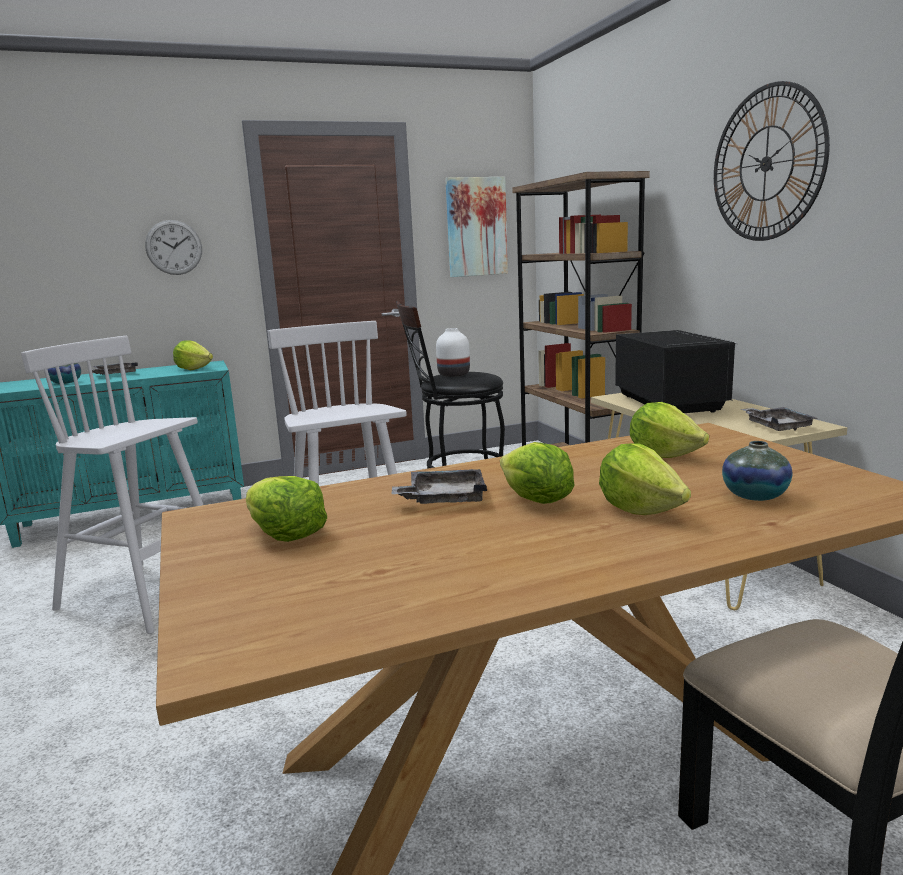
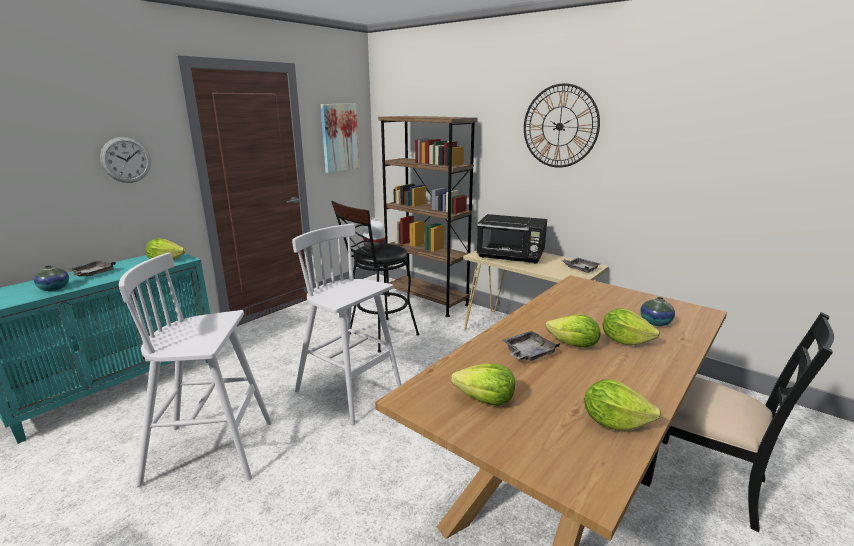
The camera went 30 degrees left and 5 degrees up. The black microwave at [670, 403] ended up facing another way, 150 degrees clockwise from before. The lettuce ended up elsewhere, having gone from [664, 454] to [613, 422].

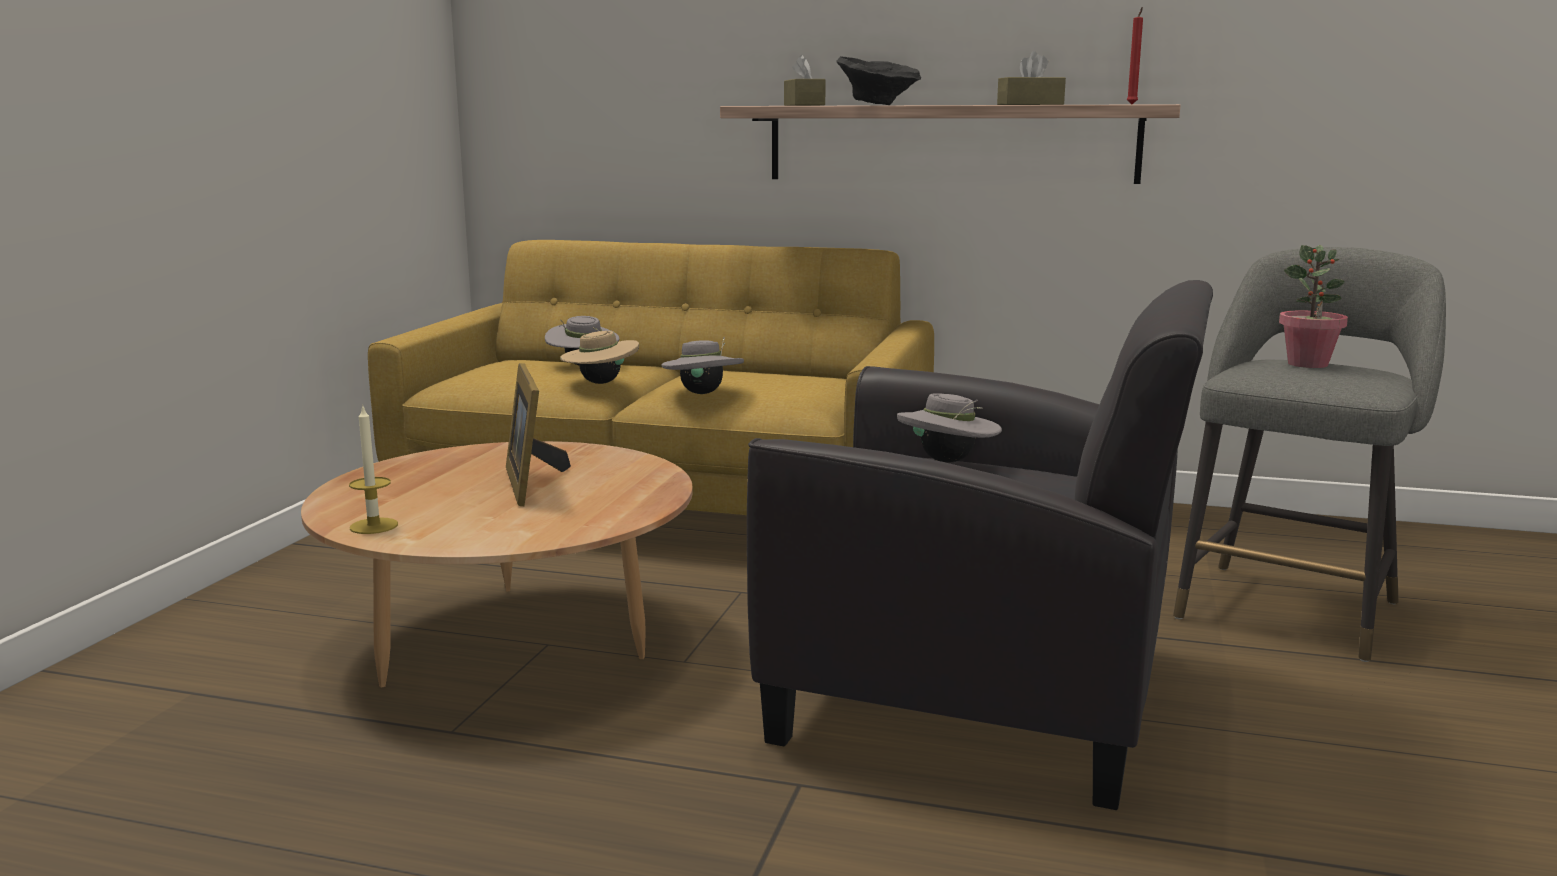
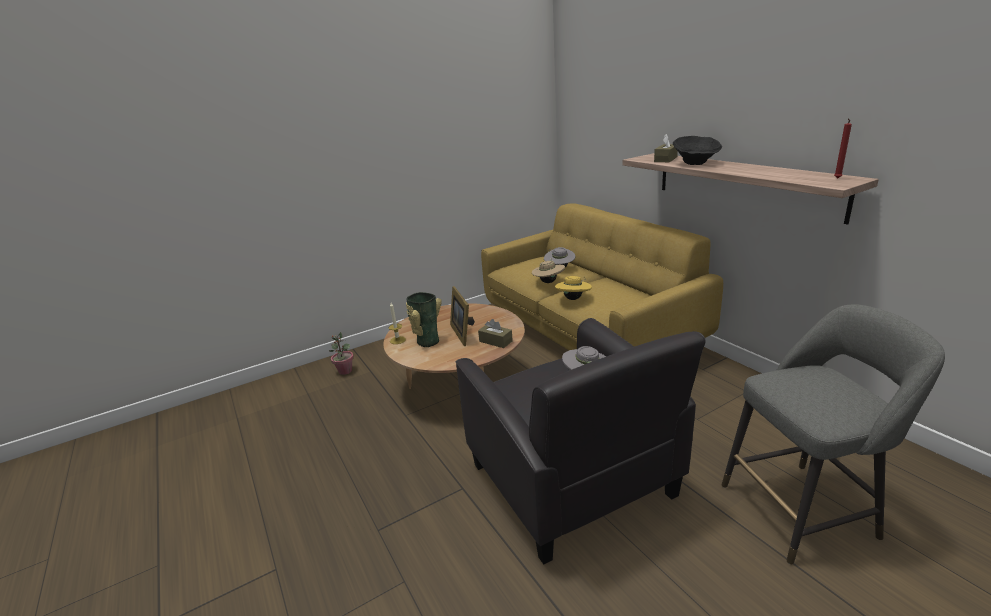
The camera went 45 degrees right and 10 degrees up. The picture frame at [532, 483] ended up facing another way, 45 degrees counterclockwise from before. What was the grey hat at [703, 393] turned into the yellow hat at [573, 299]. The brown tissue box ended up elsewhere, having gone from [1030, 104] to [495, 341]. The potted plant ended up elsewhere, having gone from [1307, 364] to [345, 371]. The second view gained the vase at [426, 341].

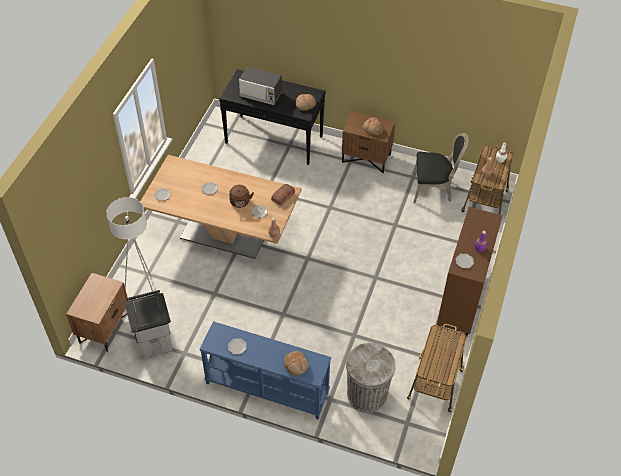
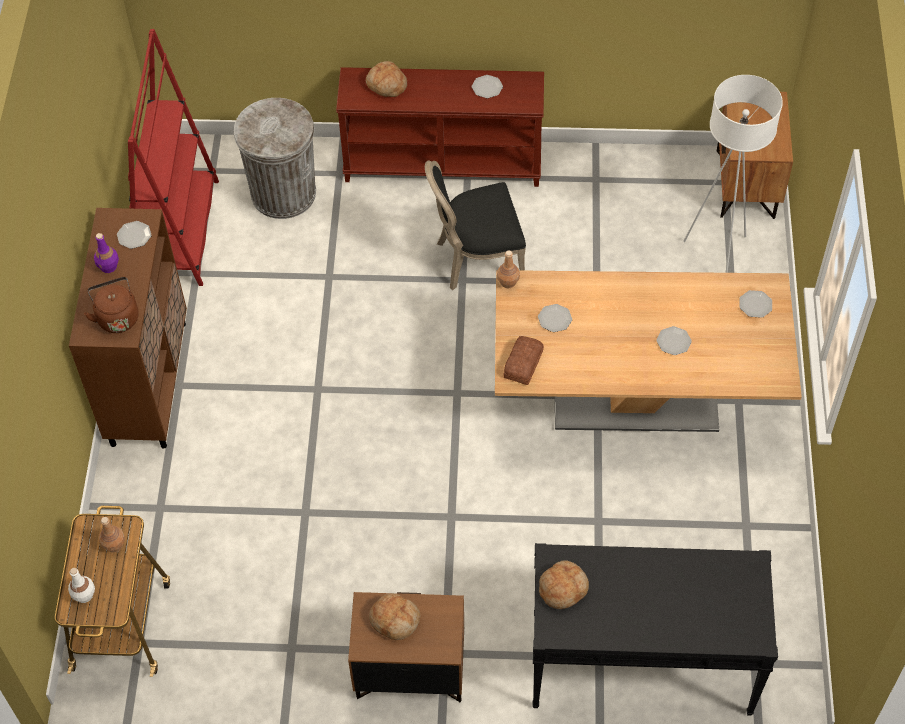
The camera went 165 degrees right and 5 degrees up. The second view lost the grey trash can at [155, 342]. What was the blue console table at [266, 388] turned into the brown console table at [443, 163]. The brown kettle ended up elsewhere, having gone from [240, 203] to [117, 317]. The second view lost the microwave at [261, 94]. Where the cart stood at [434, 385], the red bookcase came to stand at [177, 232]. The black chair ended up elsewhere, having gone from [433, 189] to [476, 259].

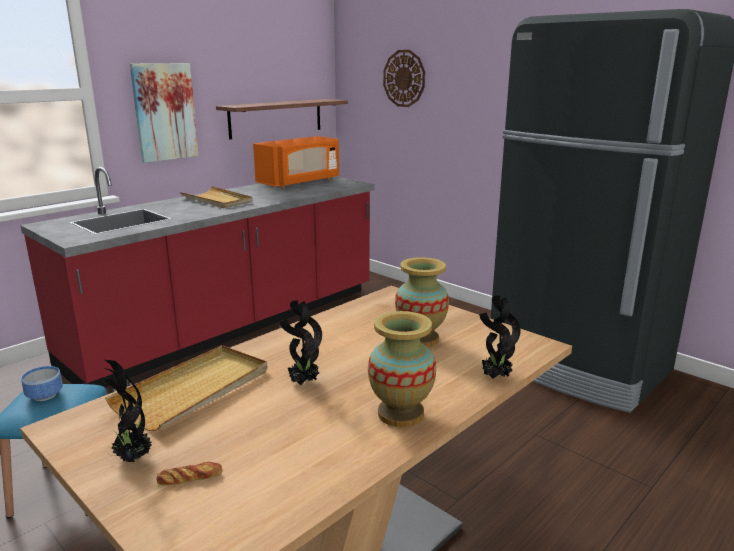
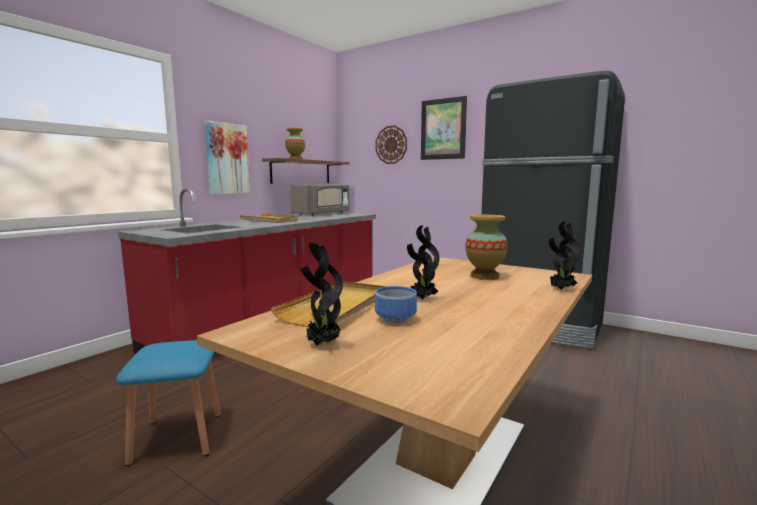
The camera went 10 degrees left and 10 degrees down. The bowl ended up elsewhere, having gone from [46, 395] to [397, 319]. The second view lost the bread at [190, 478]. What was the orange microwave at [300, 182] turned into the grey microwave at [322, 214]. The vase ended up elsewhere, having gone from [401, 414] to [295, 159]. The second view gained the picture at [443, 129].

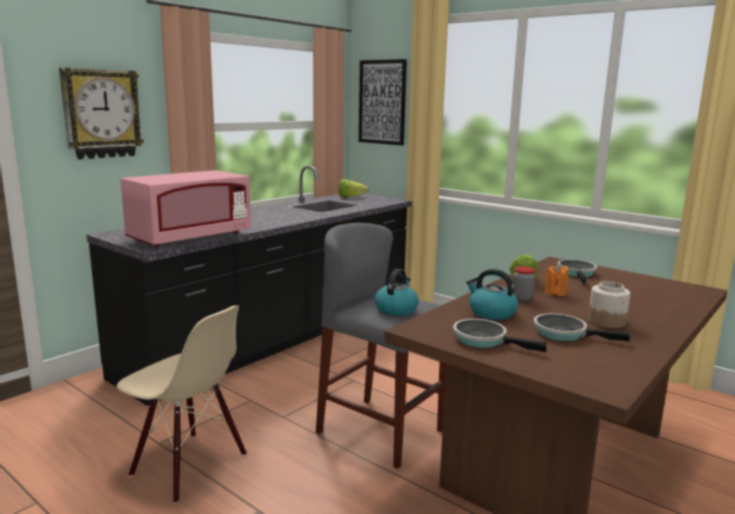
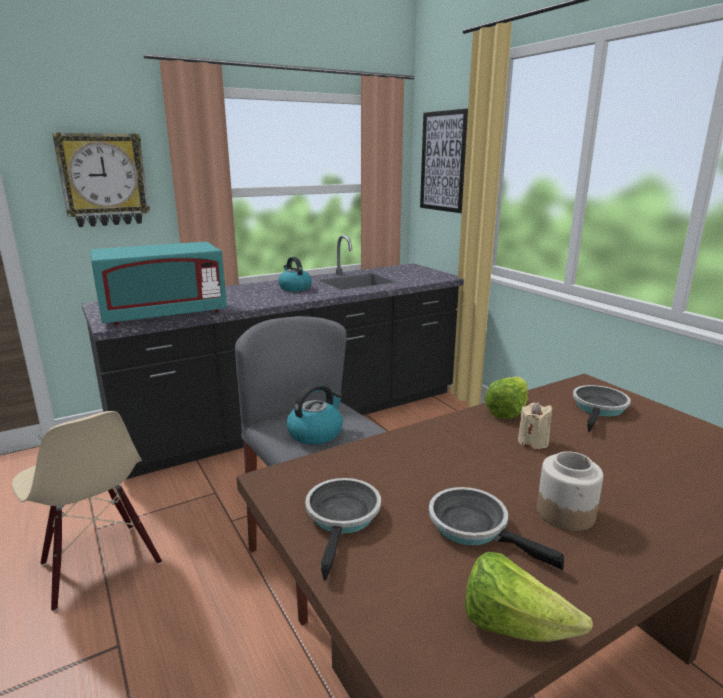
The camera went 20 degrees right and 5 degrees up. What was the pink microwave at [190, 237] turned into the turquoise microwave at [164, 314]. The lettuce ended up elsewhere, having gone from [350, 197] to [513, 626]. The frying pan at [484, 340] ended up facing another way, 45 degrees clockwise from before. The kettle ended up elsewhere, having gone from [491, 313] to [294, 288]. The second view lost the jar at [521, 298]. What was the orange candle at [555, 293] turned into the beige candle at [533, 442].

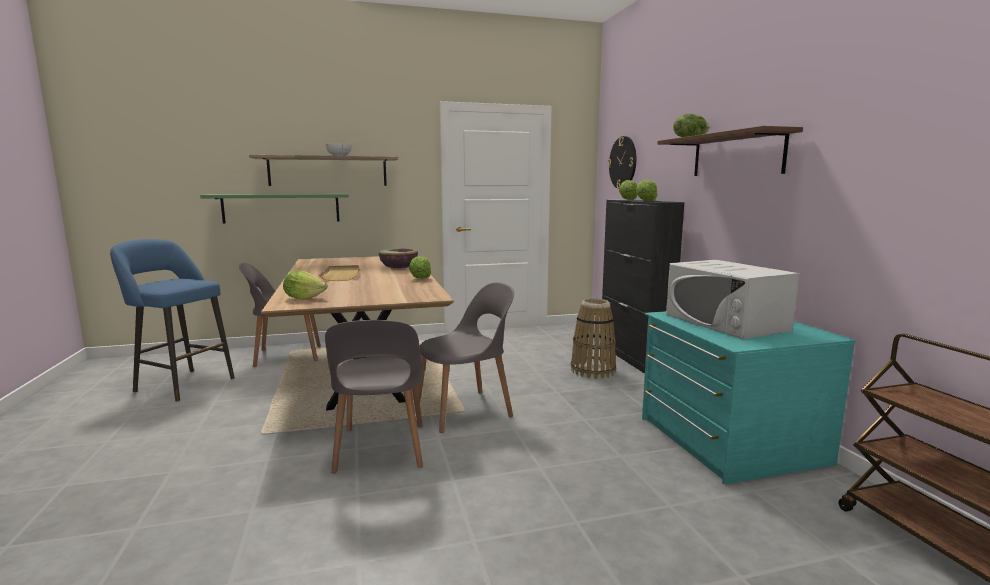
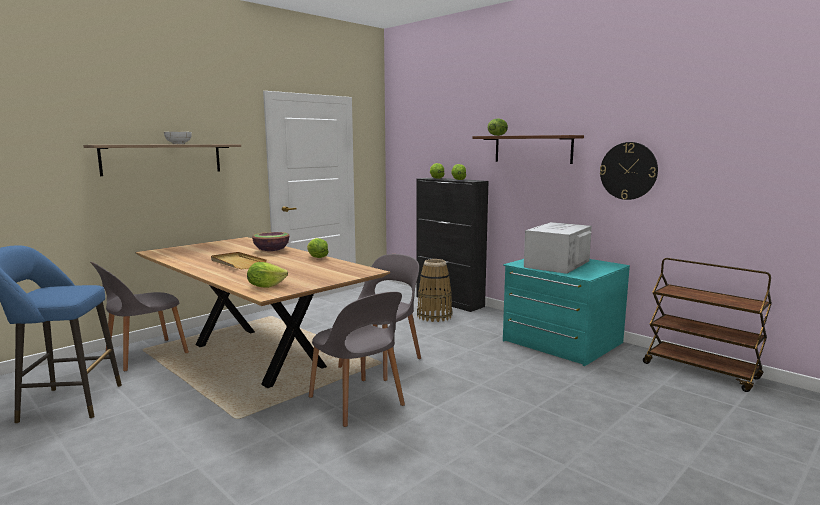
The camera went 30 degrees left and 0 degrees up. The second view lost the green shelf at [281, 208]. The wall clock ended up elsewhere, having gone from [623, 162] to [628, 171]. The white microwave at [725, 322] ended up facing another way, 90 degrees clockwise from before.

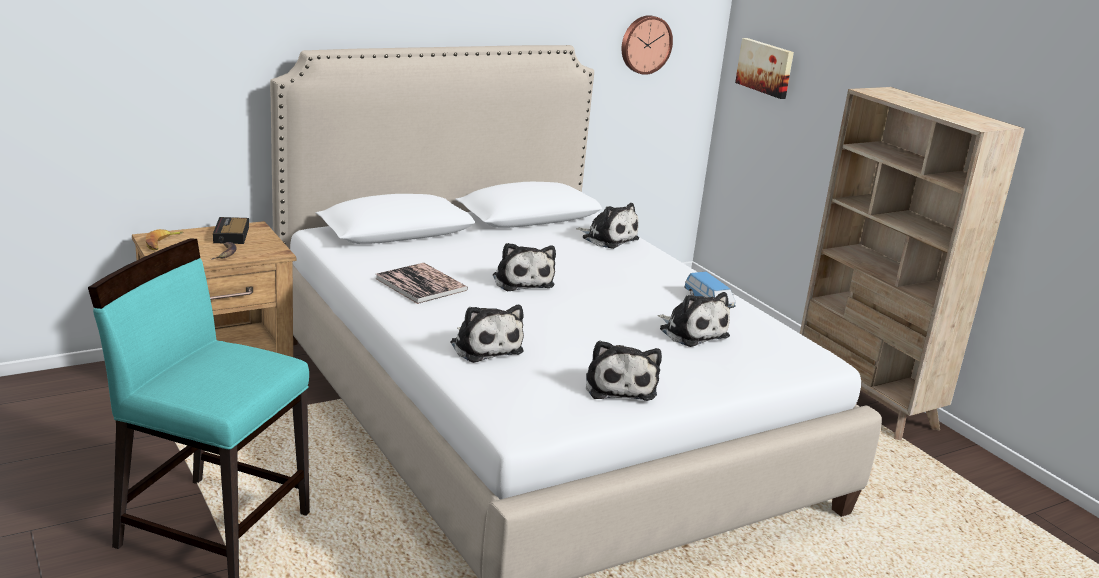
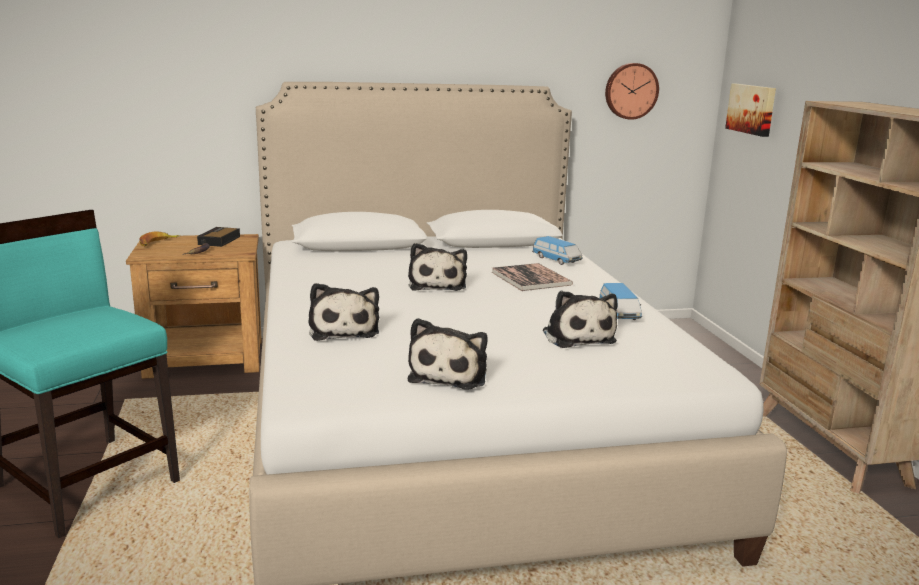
The camera went 20 degrees right and 5 degrees down. The book ended up elsewhere, having gone from [421, 284] to [531, 278]. Where the plush toy stood at [607, 238], the toy car came to stand at [556, 260].

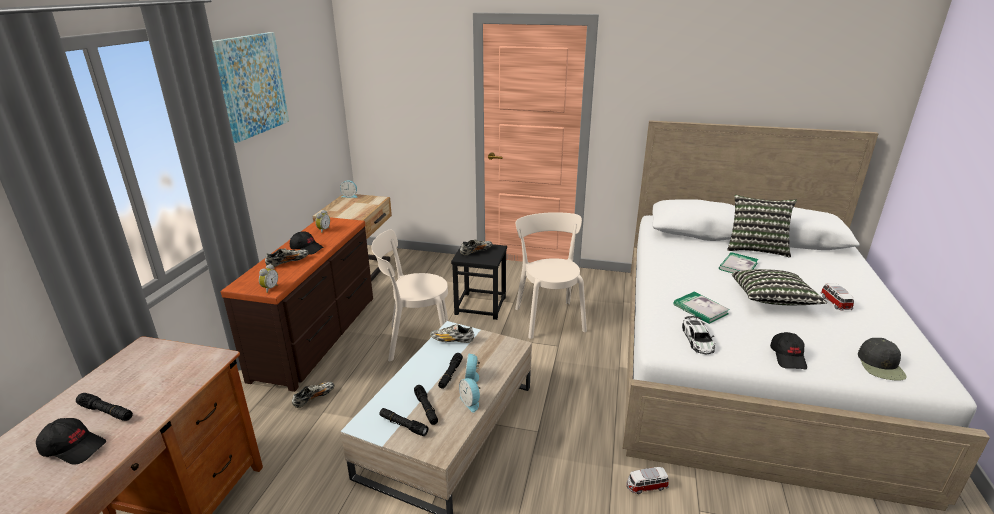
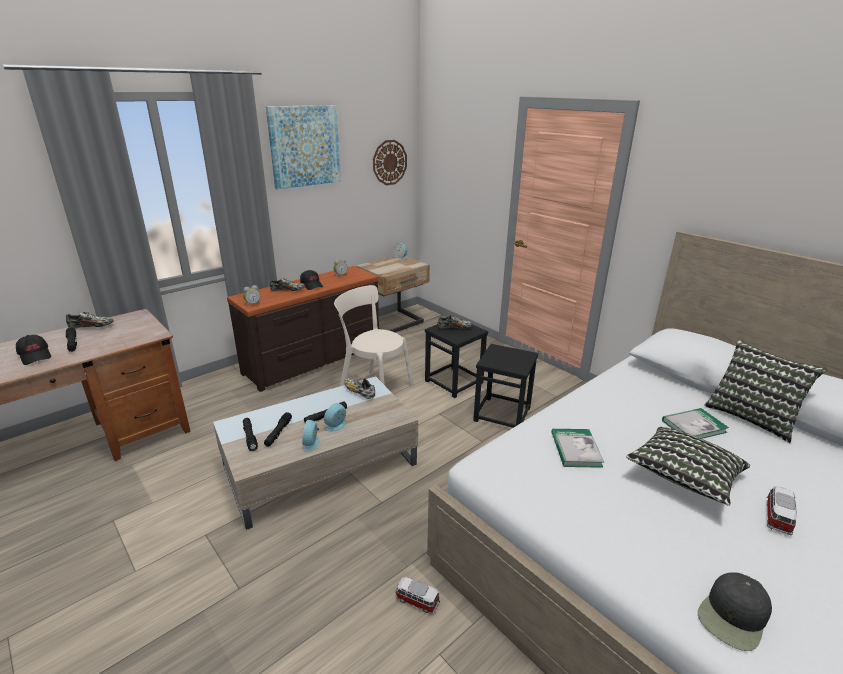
The camera went 35 degrees right and 0 degrees up. The shoe ended up elsewhere, having gone from [314, 398] to [92, 327]. Where the beige chair stood at [549, 317], the black stool came to stand at [502, 414]. The second view lost the toy car at [698, 339]. The second view lost the black cap at [788, 357]. The second view gained the wall clock at [389, 162].

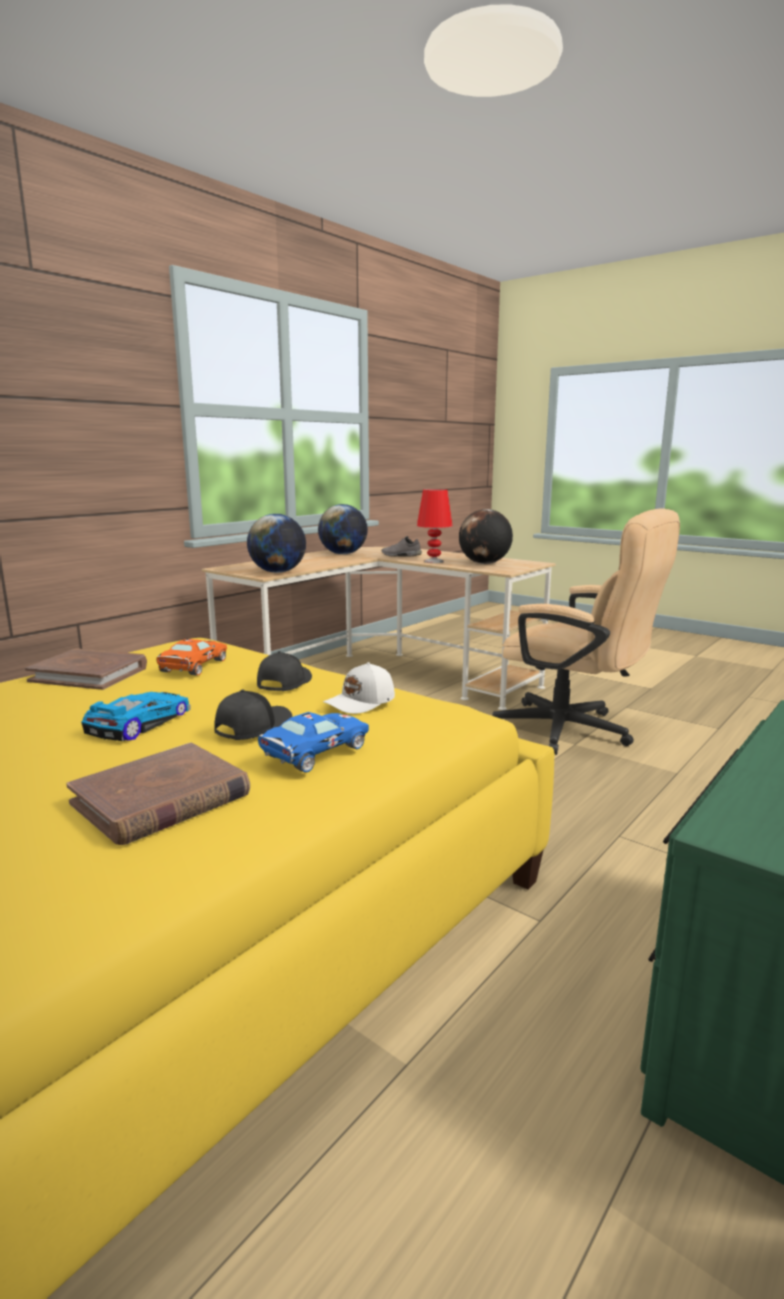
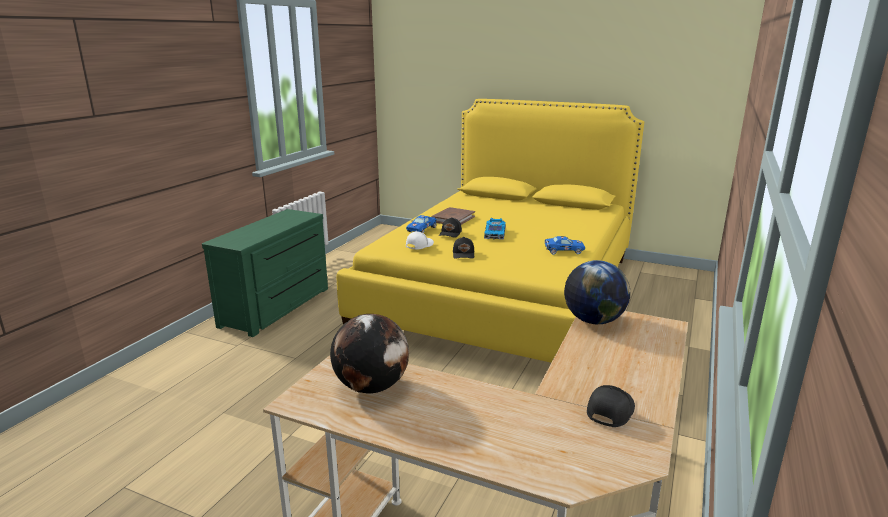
The camera went 165 degrees right and 5 degrees up. Where the brown book stood at [90, 674], the blue toy car came to stand at [562, 251]. The second view lost the orange toy car at [193, 667]. Where the globe stood at [343, 554], the black cap came to stand at [609, 410]. The second view lost the grey shoe at [400, 556]. The second view lost the red table lamp at [433, 561]. The second view lost the beige office chair at [573, 732].

